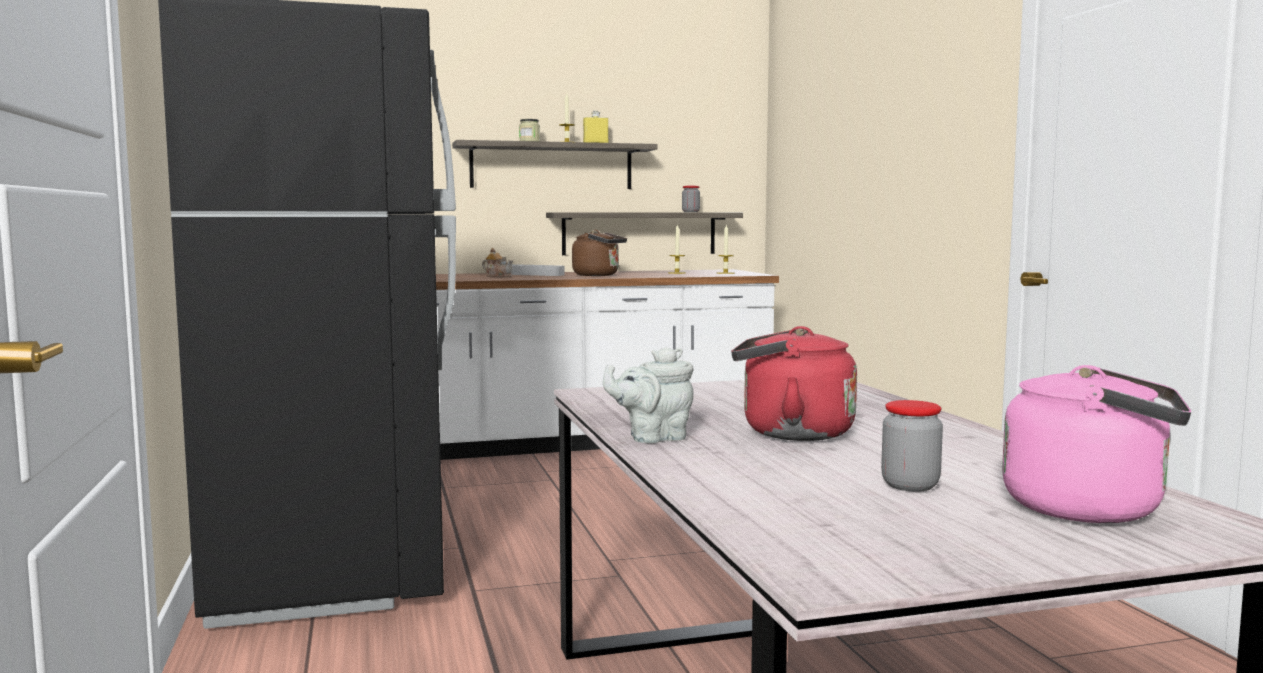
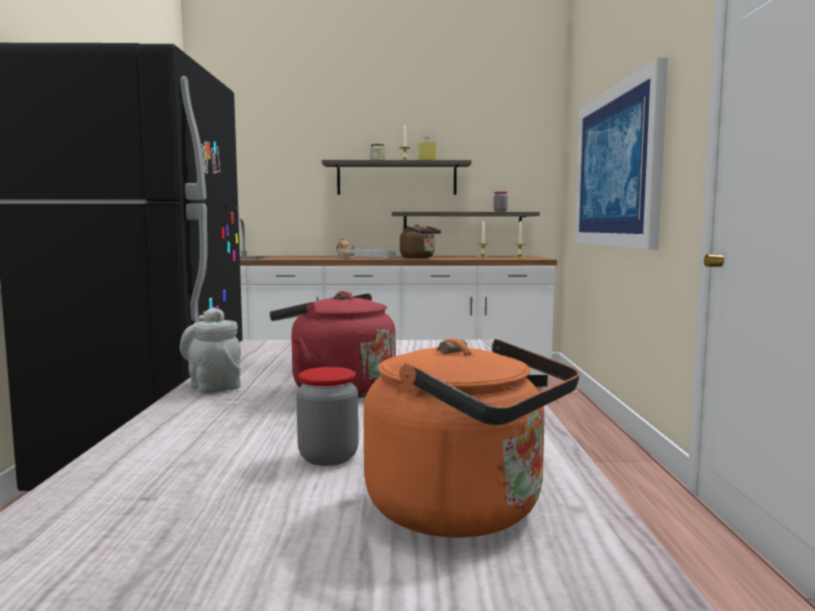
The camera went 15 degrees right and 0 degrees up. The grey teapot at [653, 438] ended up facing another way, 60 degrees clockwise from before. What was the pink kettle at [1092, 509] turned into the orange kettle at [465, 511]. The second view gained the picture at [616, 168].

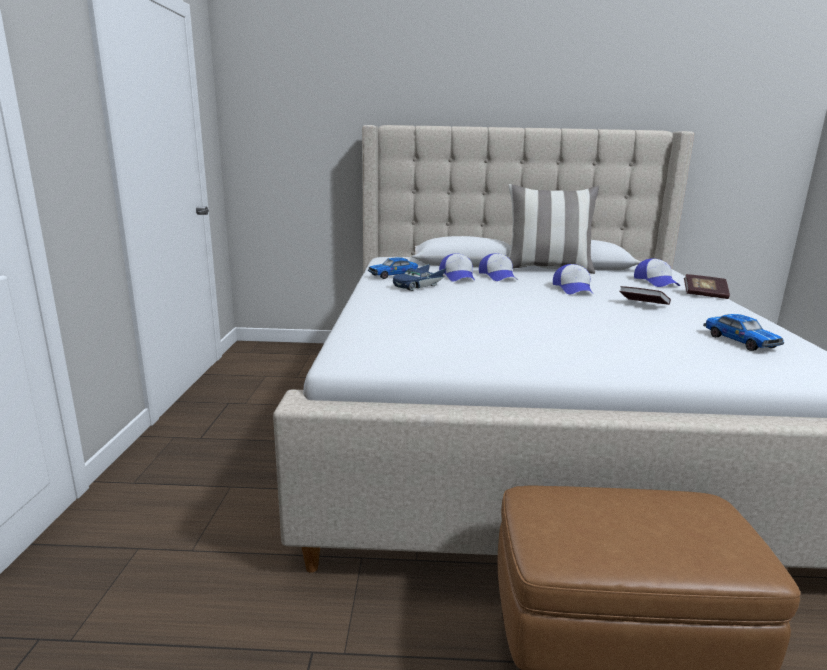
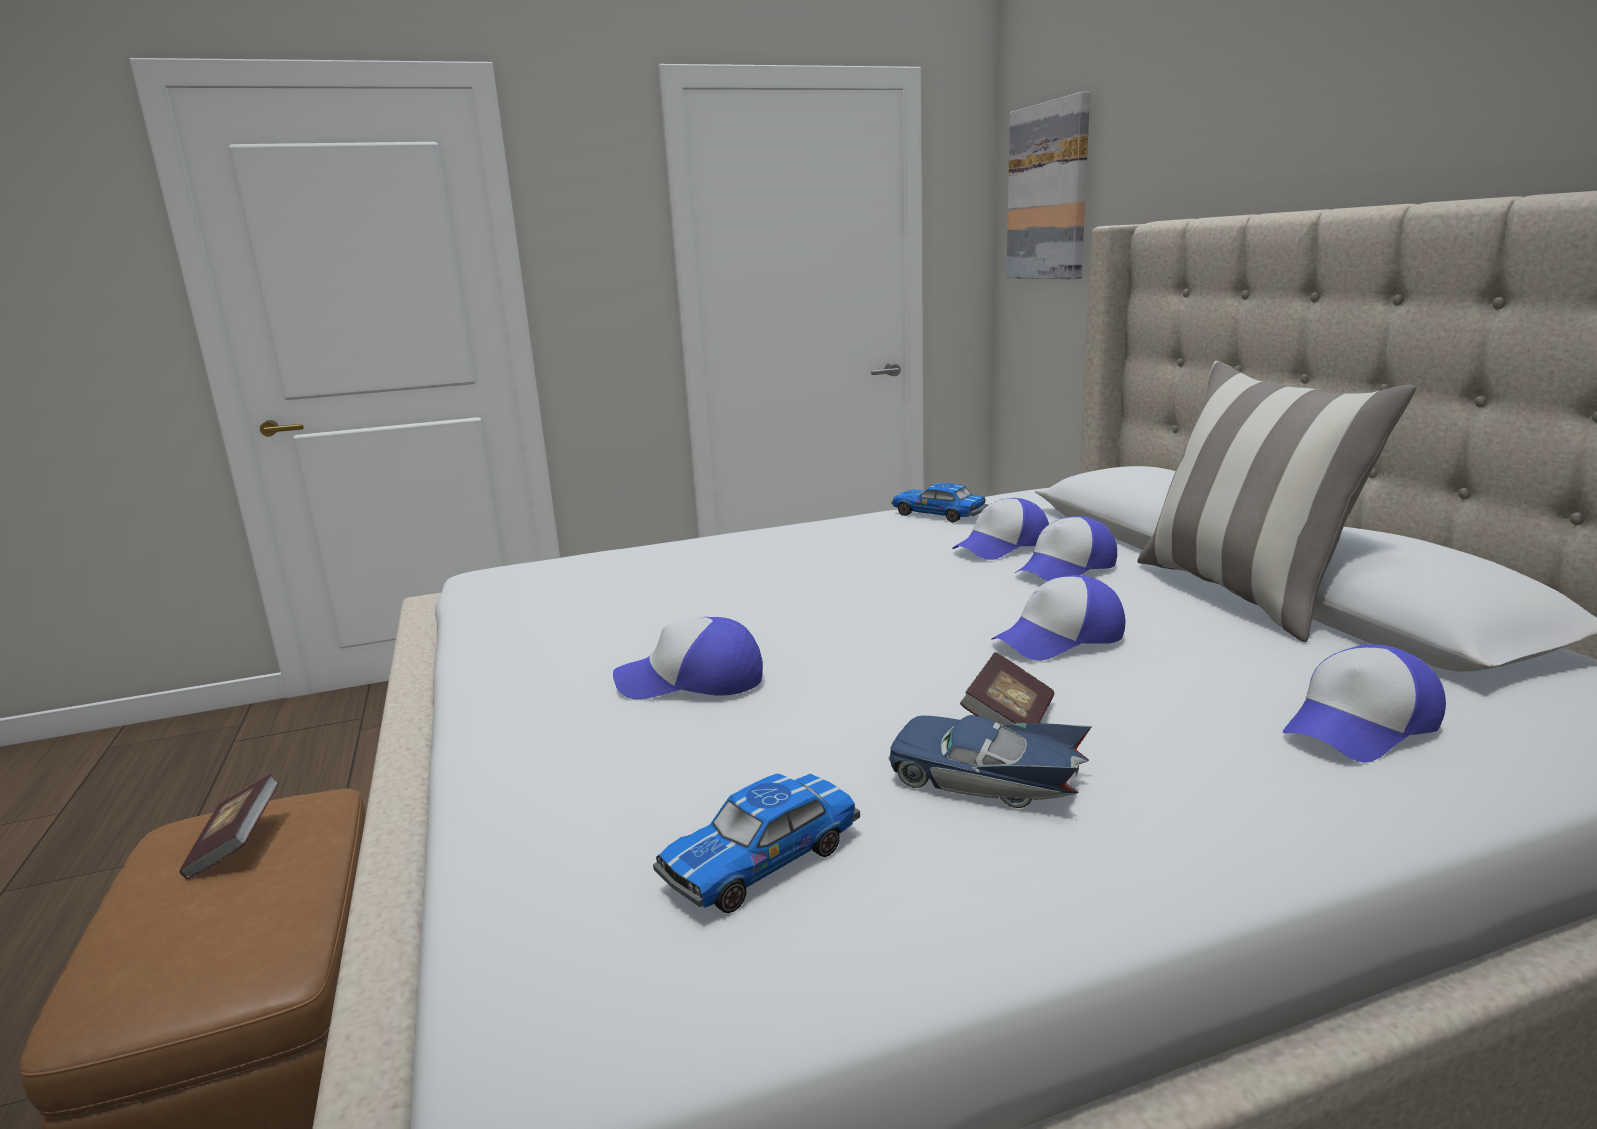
The camera went 70 degrees right and 0 degrees up. The blue toy car ended up elsewhere, having gone from [418, 286] to [985, 781]. The book ended up elsewhere, having gone from [704, 295] to [236, 844]. The second view gained the cap at [692, 681]. The second view gained the picture at [1049, 192].

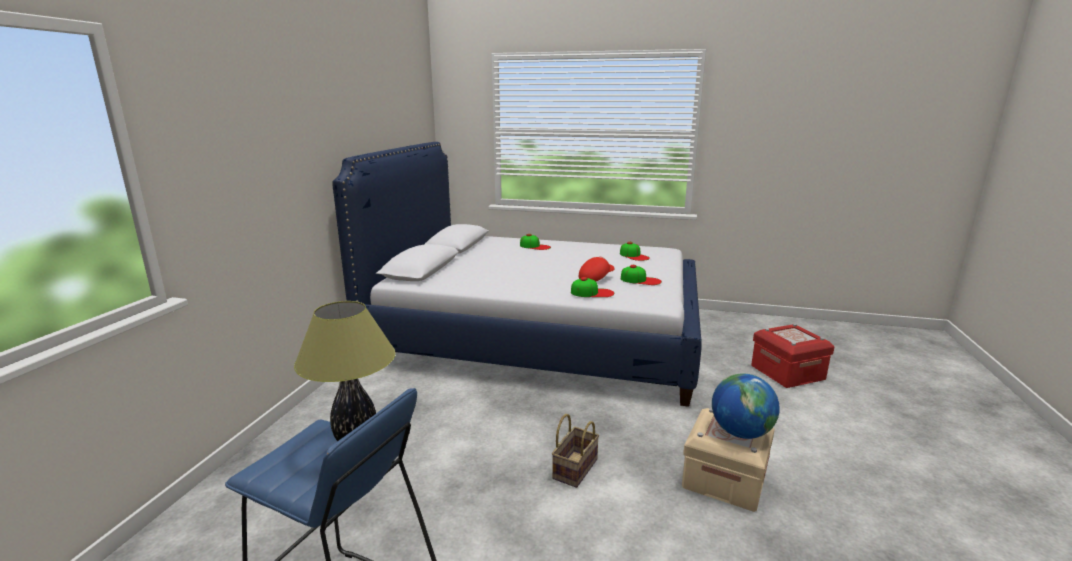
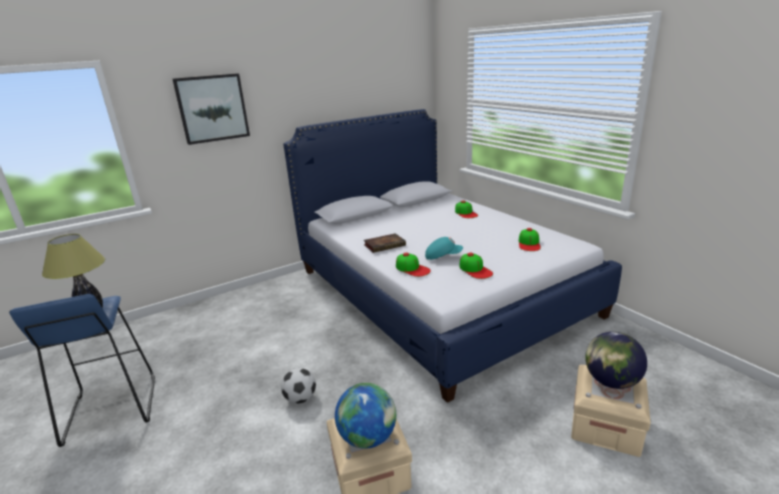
The camera went 45 degrees right and 5 degrees up. Where the basket stood at [574, 468], the football came to stand at [300, 398]. What was the red cap at [595, 278] turned into the turquoise cap at [443, 256]. What was the red storage box at [787, 372] turned into the beige storage box at [605, 426]. The second view gained the picture at [212, 108]. The second view gained the book at [385, 245]. The second view gained the globe at [611, 381].

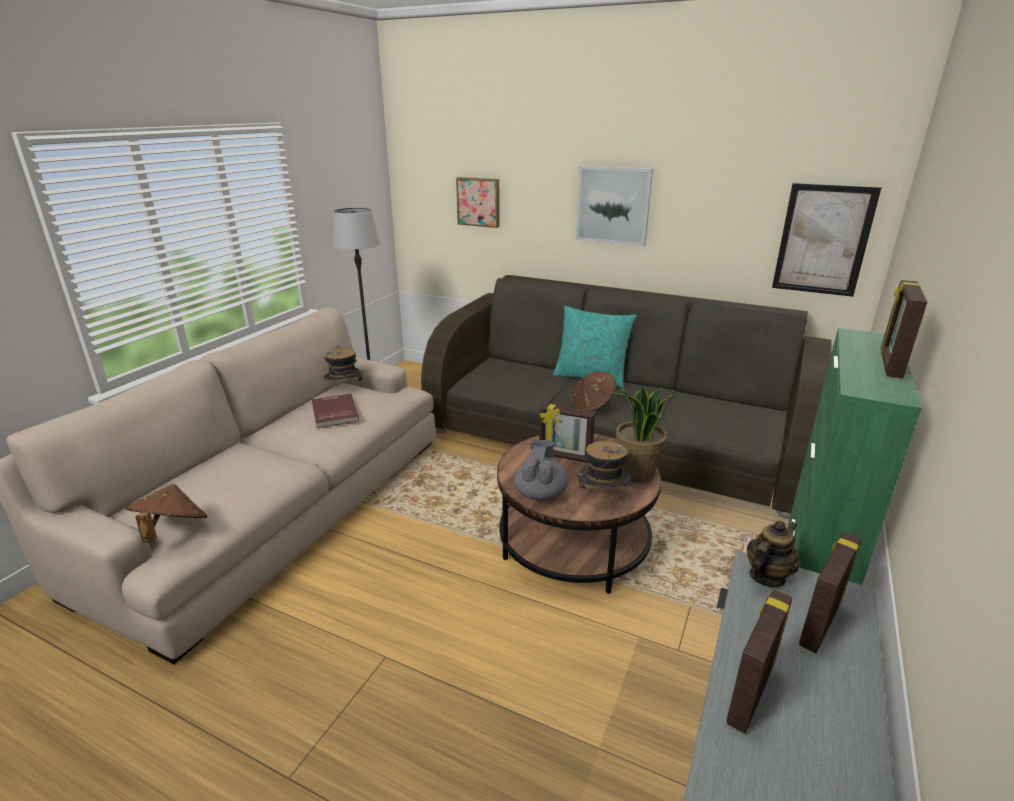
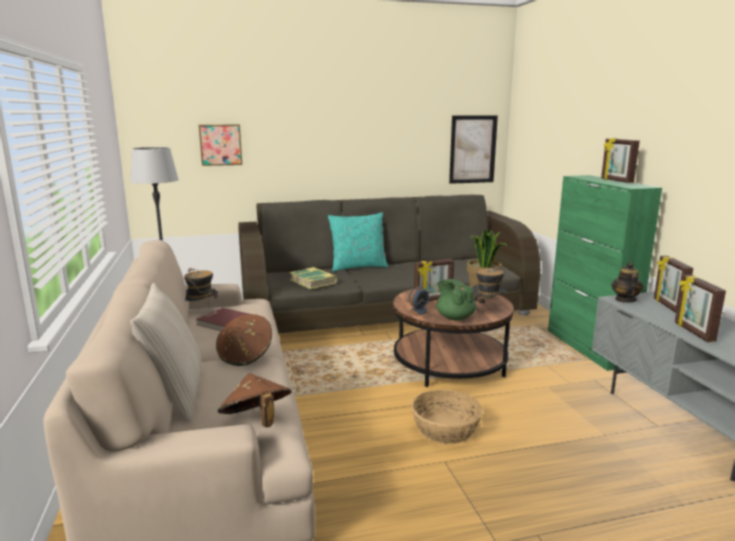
The camera went 40 degrees left and 10 degrees down. What was the grey teapot at [540, 493] turned into the green teapot at [454, 317]. The brown hat ended up elsewhere, having gone from [592, 405] to [245, 356]. The second view lost the picture at [613, 205]. The second view gained the beige pillow at [175, 395]. The second view gained the book at [313, 282]. The second view gained the alarm clock at [418, 311]. The second view gained the basket at [446, 429].

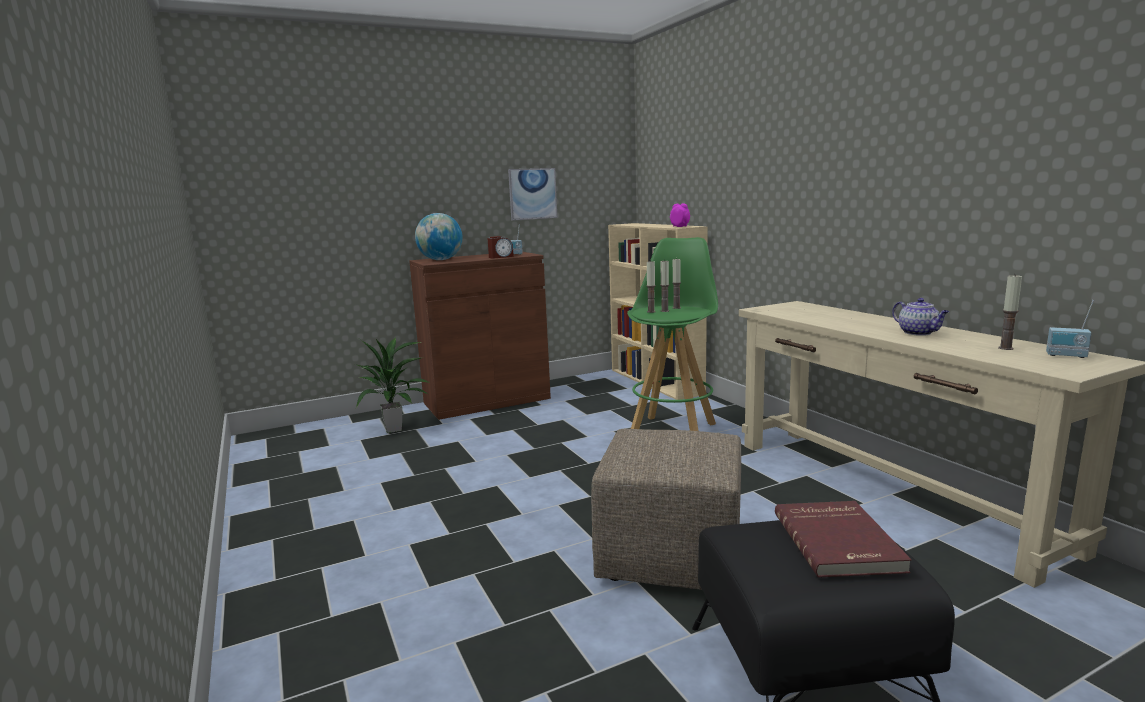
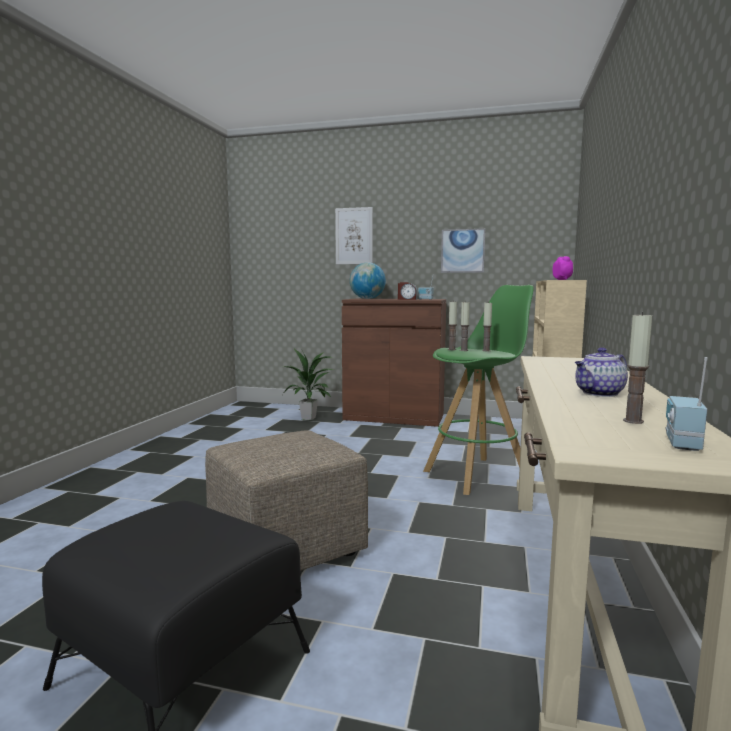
The camera went 40 degrees right and 5 degrees down. The second view lost the red book at [839, 542]. The teapot at [918, 333] ended up facing another way, 45 degrees clockwise from before. The radio at [1066, 356] ended up facing another way, 45 degrees clockwise from before. The second view gained the picture at [354, 236].

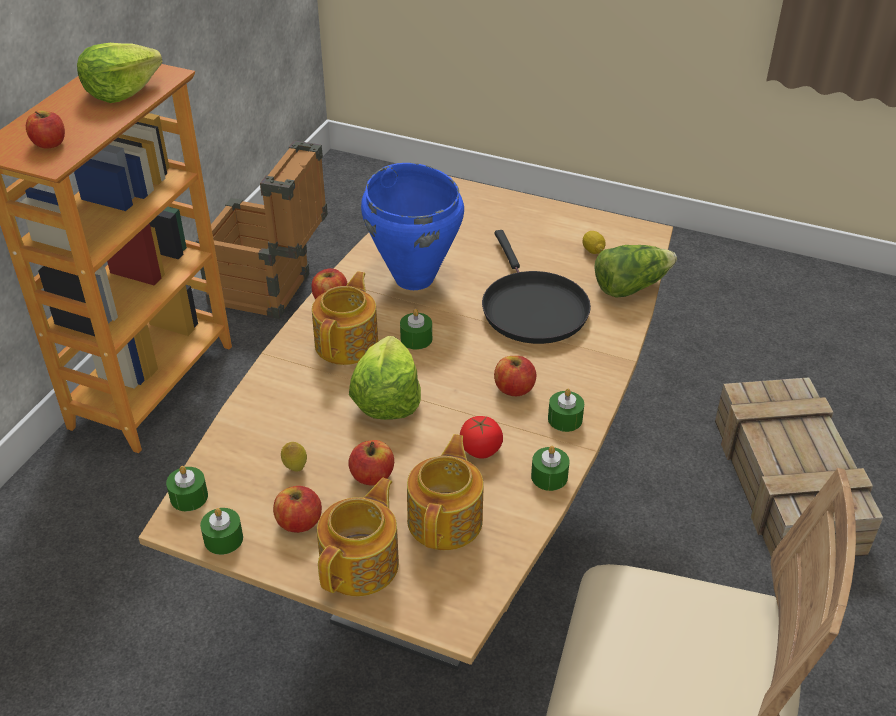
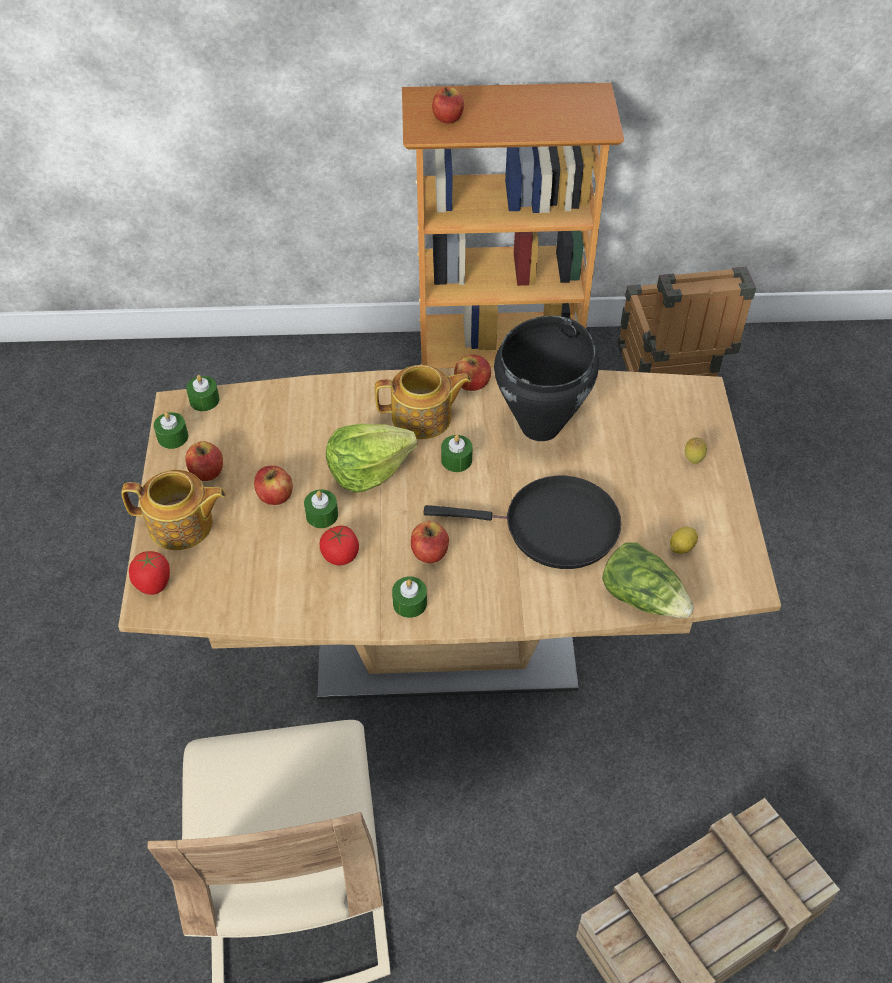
The camera went 65 degrees right and 10 degrees up. The second view lost the lettuce at [121, 91]. The lemon ended up elsewhere, having gone from [295, 468] to [693, 460]. What was the blue cooking pot at [414, 278] turned into the black cooking pot at [541, 426]. The second view lost the teapot at [446, 519]. The black frying pan at [531, 308] ended up facing another way, 135 degrees counterclockwise from before. The green candle ended up elsewhere, having gone from [549, 477] to [322, 515]. The second view gained the tomato at [153, 584].

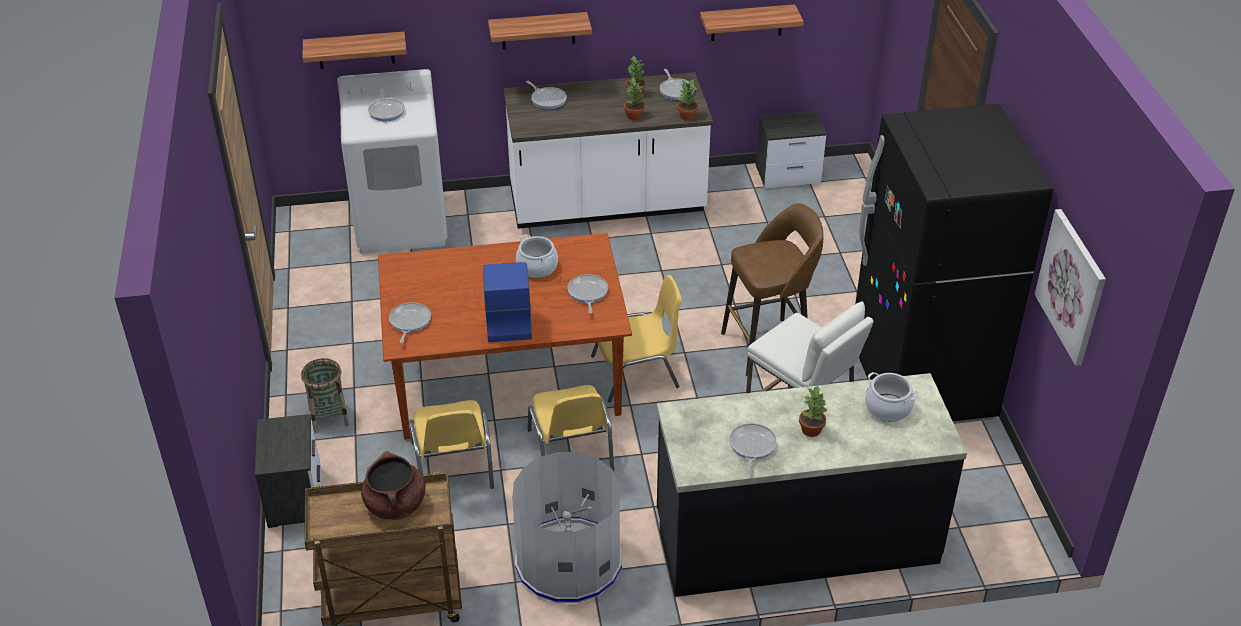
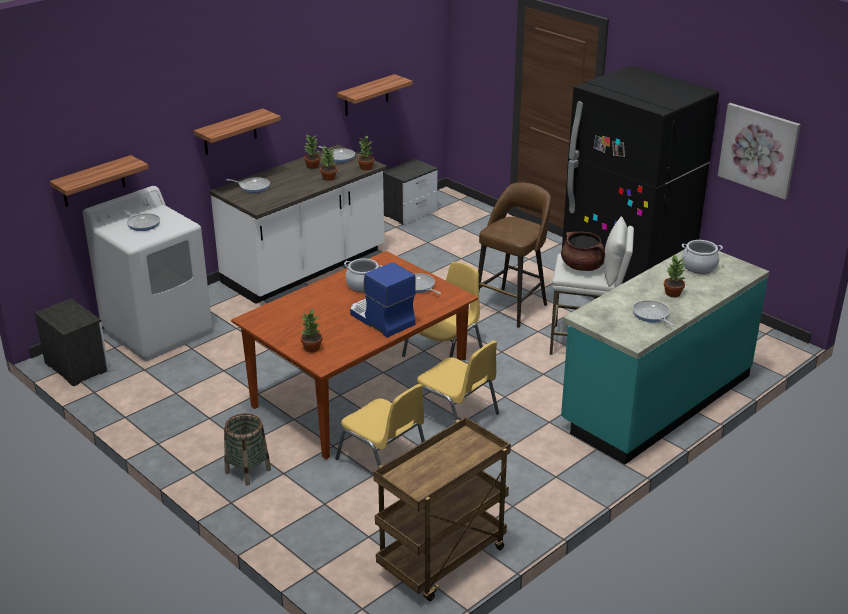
The camera went 35 degrees left and 10 degrees down. The nightstand ended up elsewhere, having gone from [295, 496] to [76, 366]. The brown cooking pot ended up elsewhere, having gone from [395, 505] to [582, 267]. Where the frying pan stood at [409, 322], the potted plant came to stand at [311, 348]. The second view lost the grey trash can at [568, 561]. What was the black counter at [795, 539] turned into the turquoise counter at [656, 400].

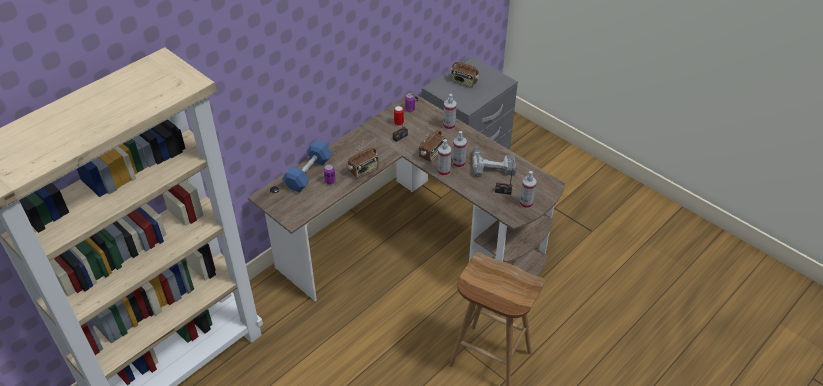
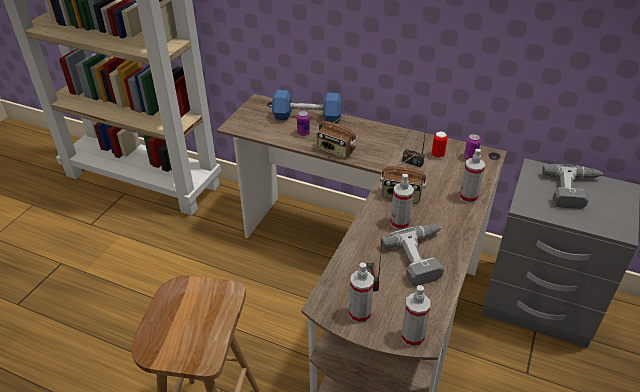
The camera went 70 degrees right and 5 degrees down. The spray bottle ended up elsewhere, having gone from [443, 171] to [412, 337]. Where the radio stood at [464, 82], the power drill came to stand at [574, 191].

